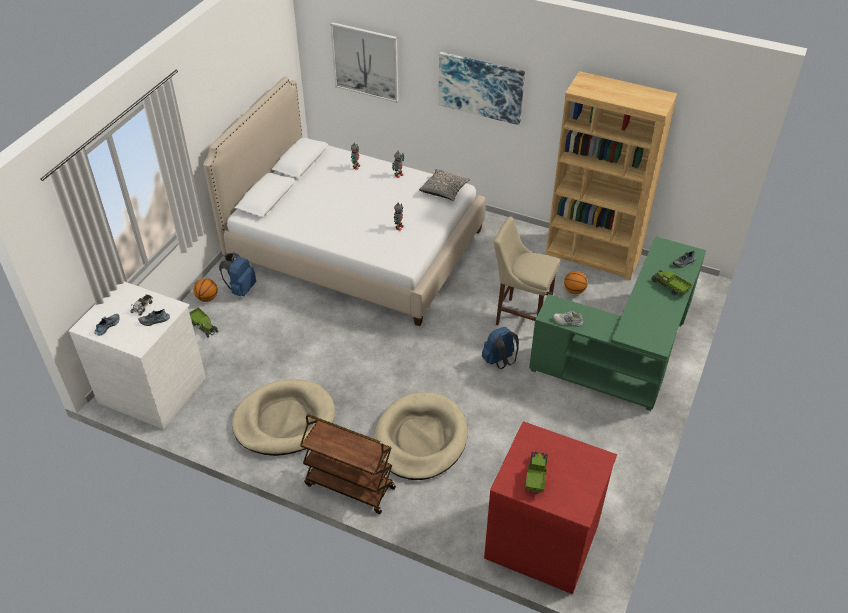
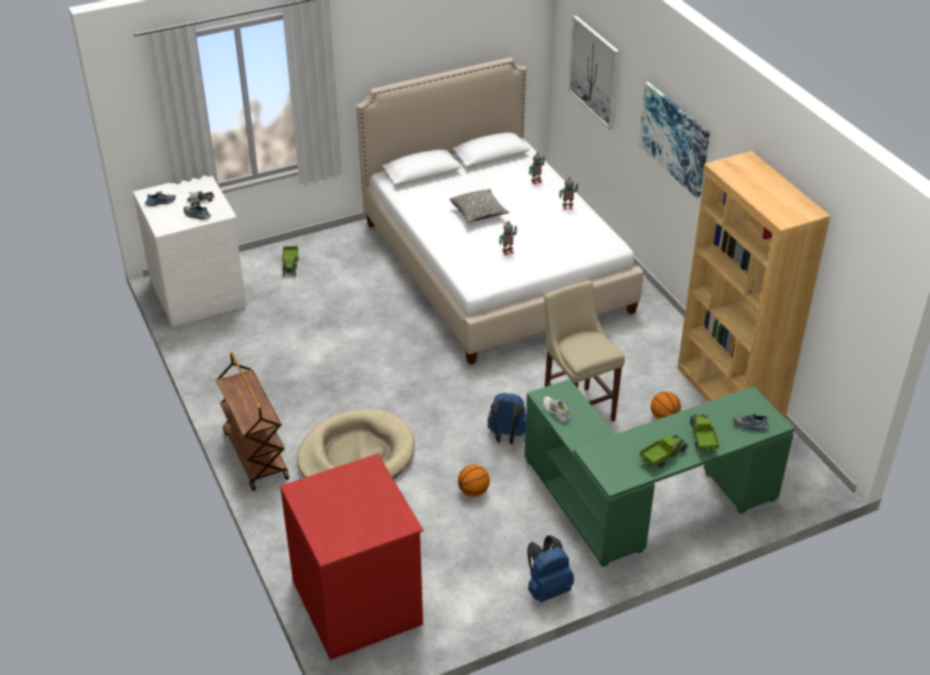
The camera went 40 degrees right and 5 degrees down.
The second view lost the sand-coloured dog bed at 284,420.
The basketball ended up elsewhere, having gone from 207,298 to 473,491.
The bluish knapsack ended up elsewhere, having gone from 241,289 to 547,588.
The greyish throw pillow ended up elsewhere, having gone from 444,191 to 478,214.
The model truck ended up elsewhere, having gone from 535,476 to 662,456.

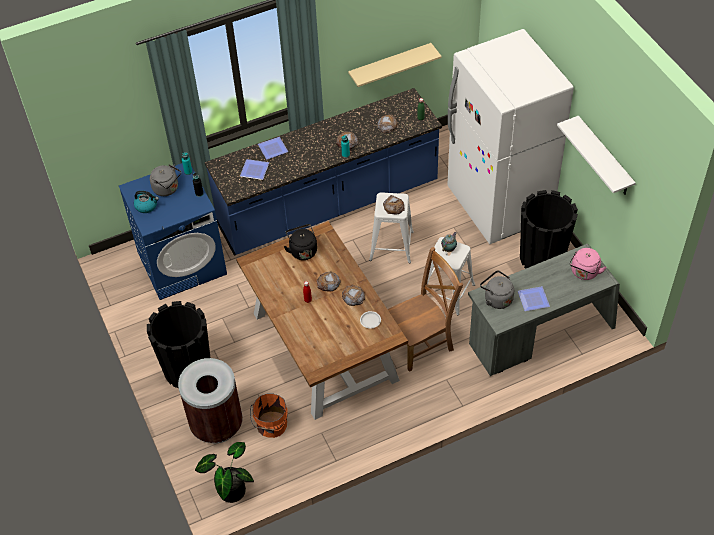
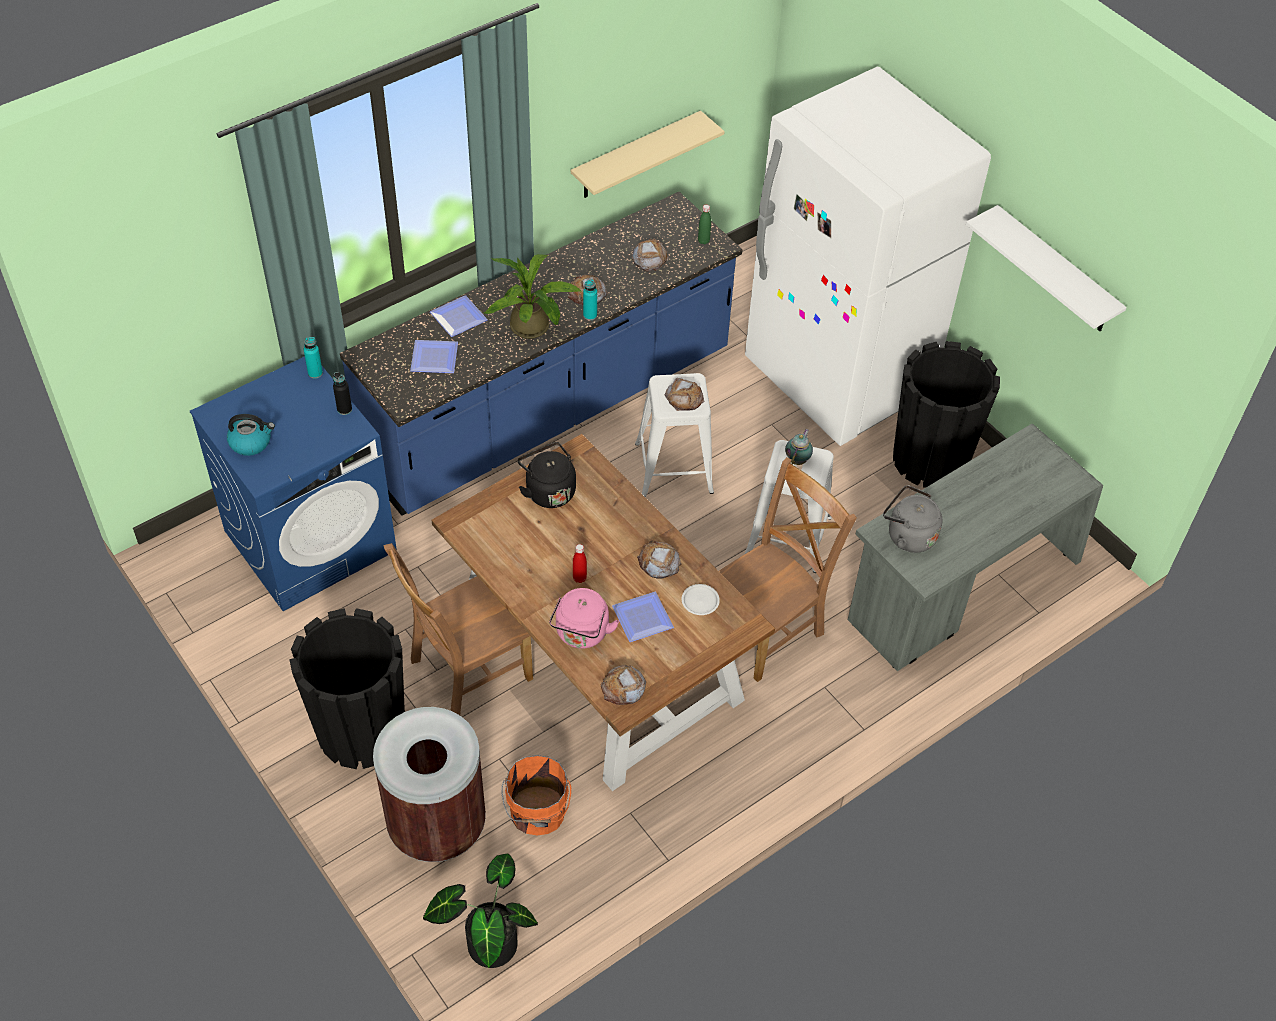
The camera went 15 degrees left and 0 degrees up.
The second view lost the greyish kettle at 167,189.
The second view gained the brownish upright chair at 466,672.
The second view gained the potted plant at 534,328.
The baked bread ended up elsewhere, having gone from 328,283 to 623,688.
The flat dish ended up elsewhere, having gone from 532,300 to 641,620.
The pink-coloured kettle ended up elsewhere, having gone from 584,273 to 581,634.

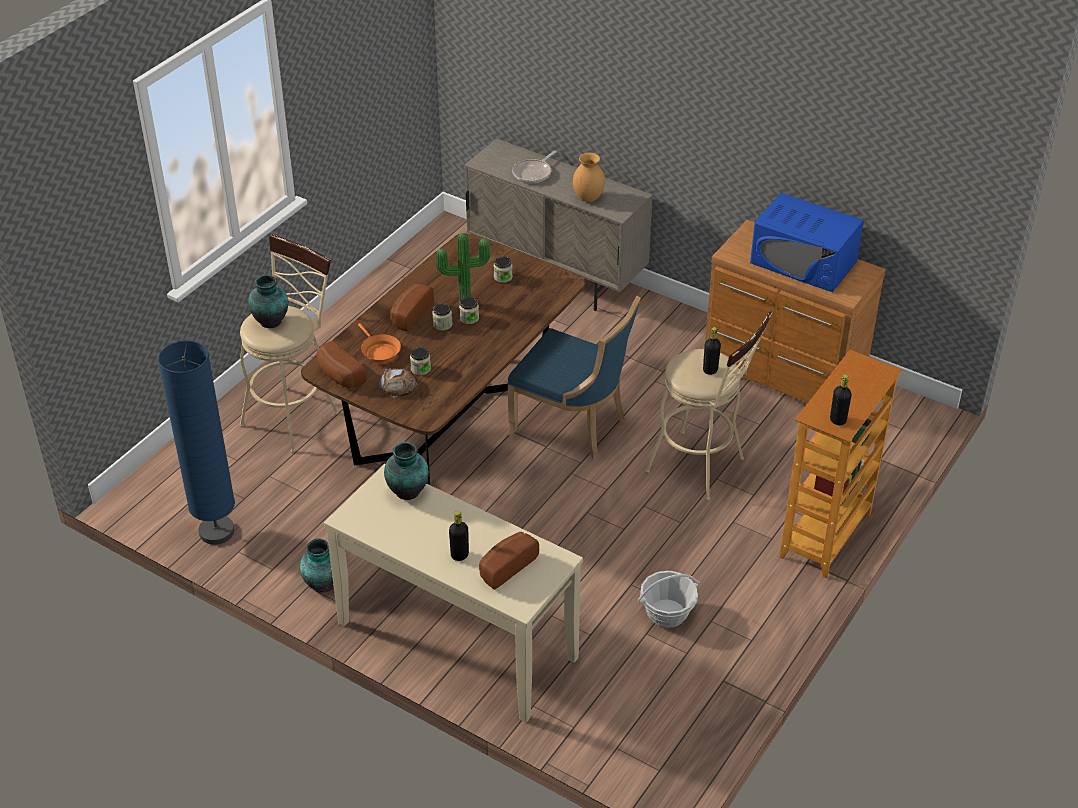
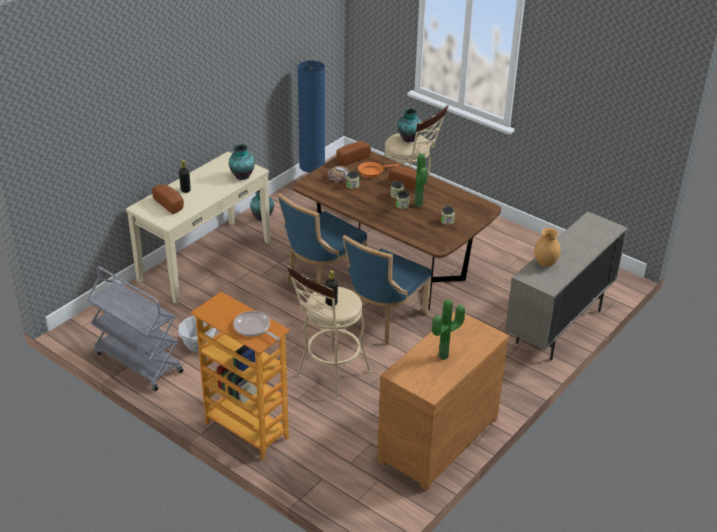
The camera went 95 degrees right and 5 degrees down.
The second view lost the blackish bottle at 838,420.
The second view gained the greyish cart at 137,362.
The second view gained the bluish upright chair at 321,279.
The pan ended up elsewhere, having gone from 533,173 to 253,328.
Where the bluish kitchen microwave stood at 803,262, the potted plant came to stand at 445,357.

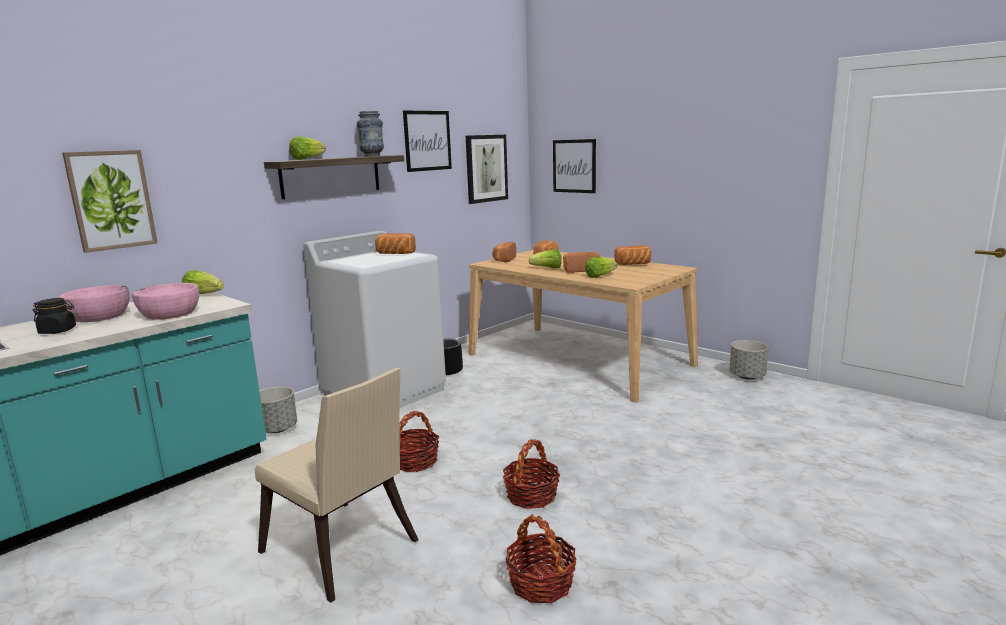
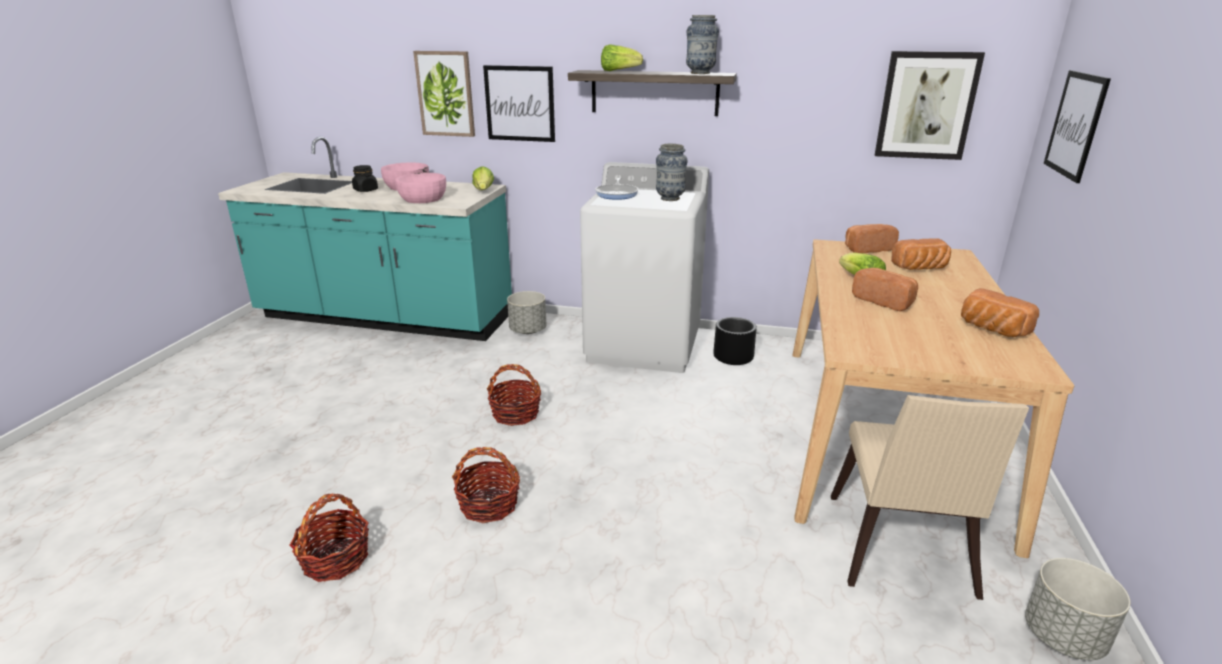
The camera went 60 degrees right and 10 degrees up.
The second view lost the lettuce at 599,276.
The second view gained the pan at 617,194.
The sand-coloured upright chair ended up elsewhere, having gone from 343,552 to 898,552.
The wall picture ended up elsewhere, having gone from 427,141 to 520,103.
Where the baked bread stood at 394,254, the flower vase came to stand at 670,199.

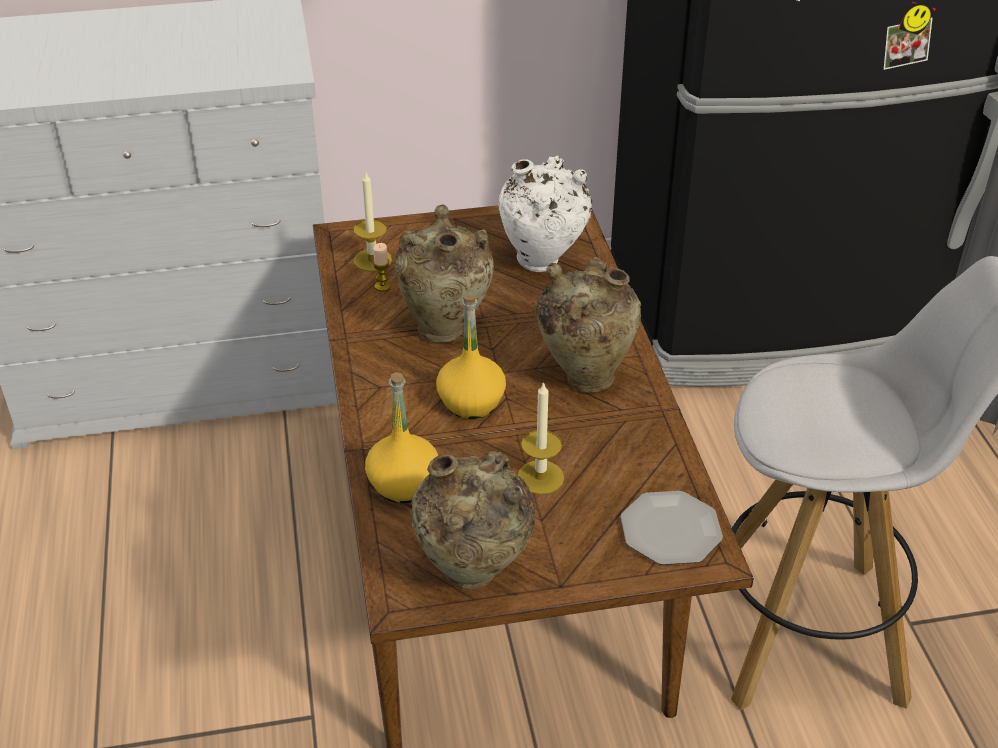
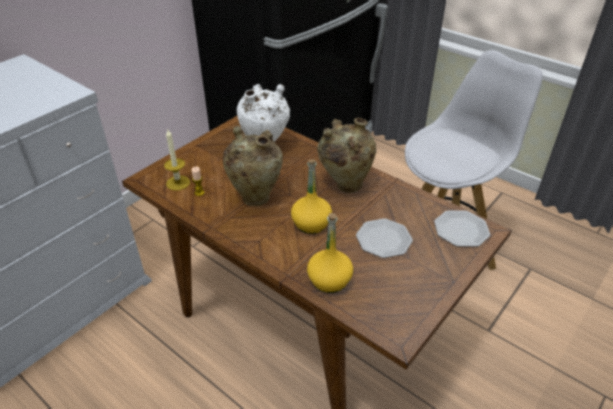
The camera went 40 degrees left and 0 degrees up.
The second view lost the sand-coloured flower vase at 474,577.
Where the candle stood at 540,477, the flat dish came to stand at 384,239.

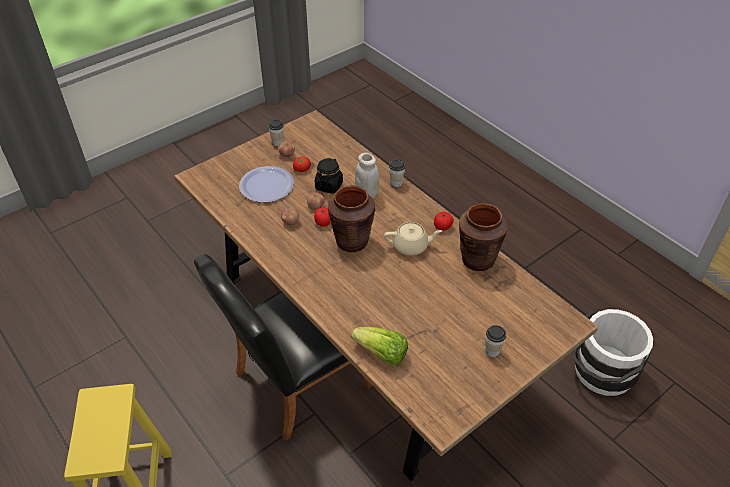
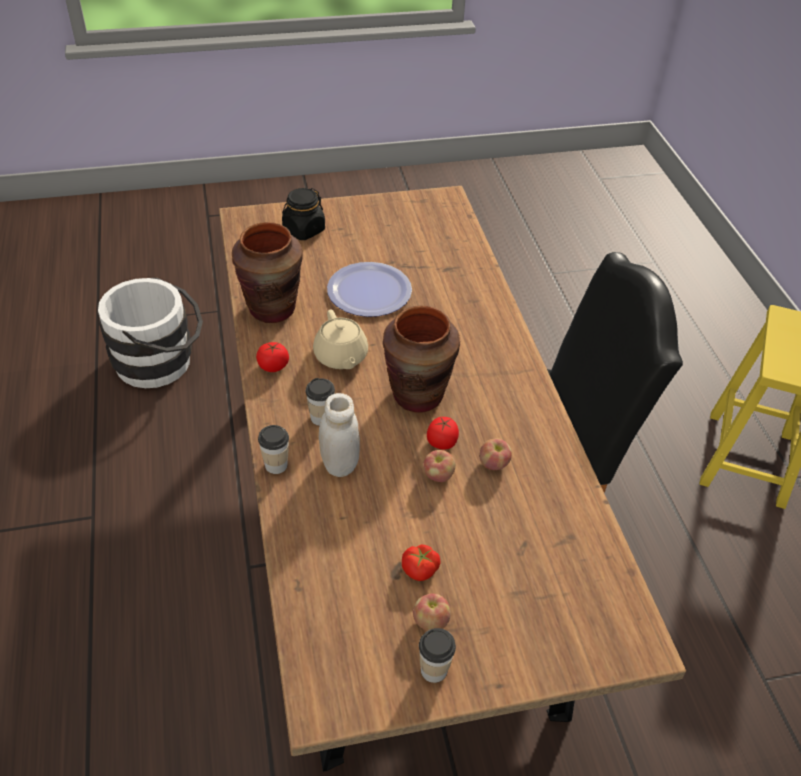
The camera went 155 degrees left and 0 degrees up.
The second view lost the lettuce at 381,354.
The flat dish ended up elsewhere, having gone from 266,185 to 369,291.
The blackish jar ended up elsewhere, having gone from 329,186 to 303,230.
The small cup ended up elsewhere, having gone from 492,350 to 321,417.
The sand-coloured pot for tea at 411,246 ended up facing another way, 135 degrees counterclockwise from before.

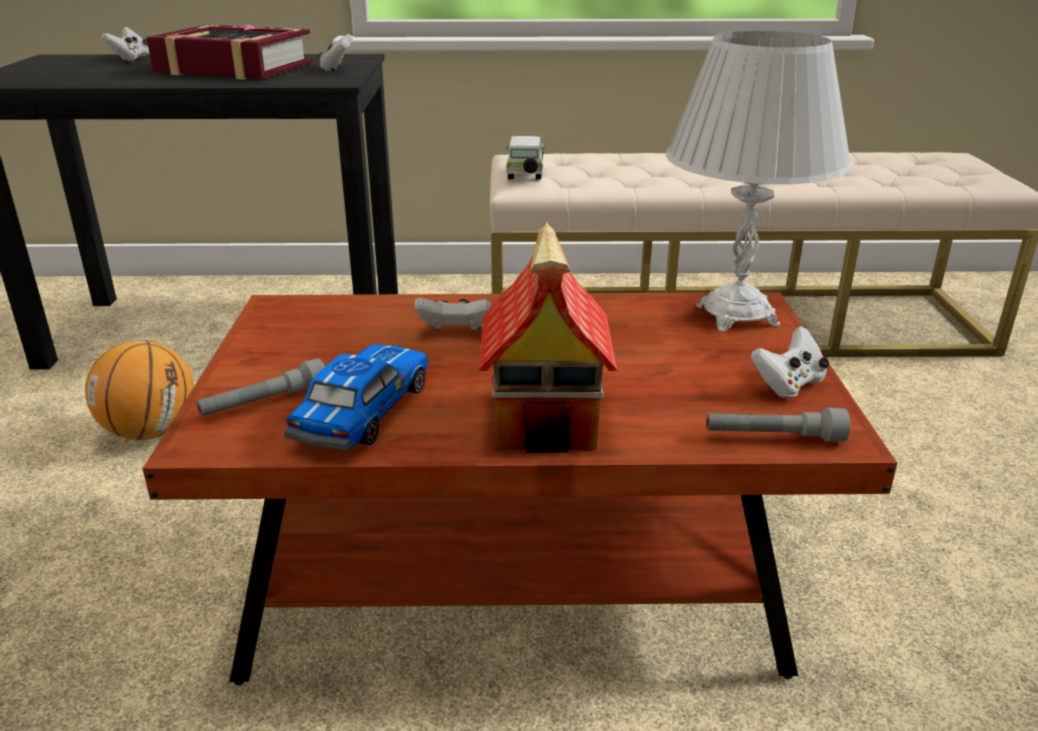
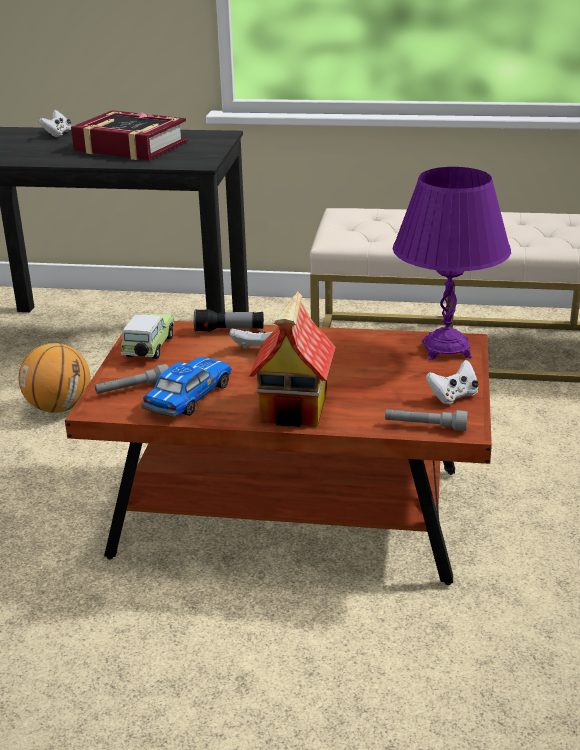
The camera went 10 degrees right and 0 degrees up.
The second view lost the whitish game controller at 337,68.
The second view gained the torch at 229,330.
The toy car ended up elsewhere, having gone from 525,173 to 148,349.
What was the whitish tabletop lamp at 736,315 turned into the purplish tabletop lamp at 446,349.

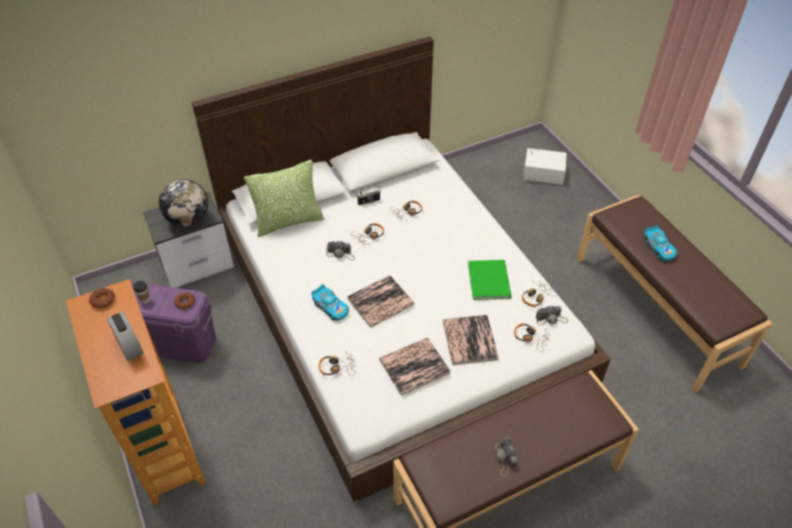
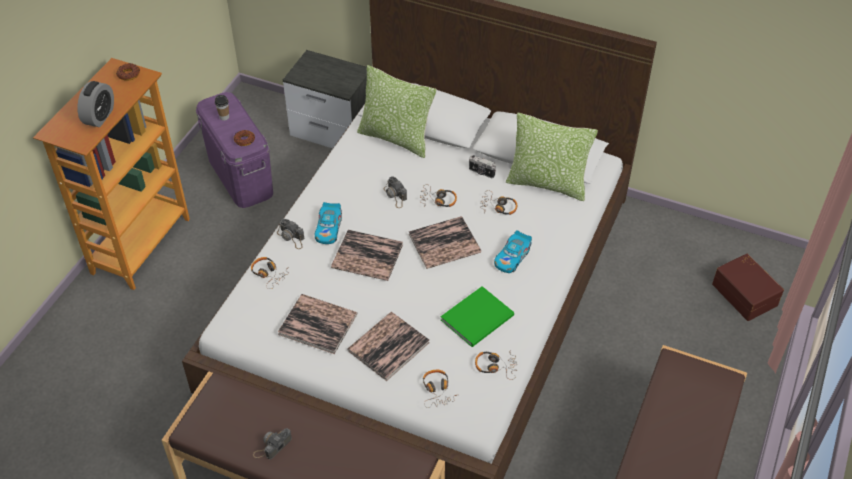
The camera went 50 degrees right and 0 degrees up.
The second view lost the globe at 188,219.
The second view gained the volume at 444,243.
The second view gained the throw pillow at 547,184.
The photo camera ended up elsewhere, having gone from 551,319 to 291,237.
The toy car ended up elsewhere, having gone from 659,248 to 512,257.
What was the whitish storage container at 543,172 turned into the brownish storage container at 745,294.

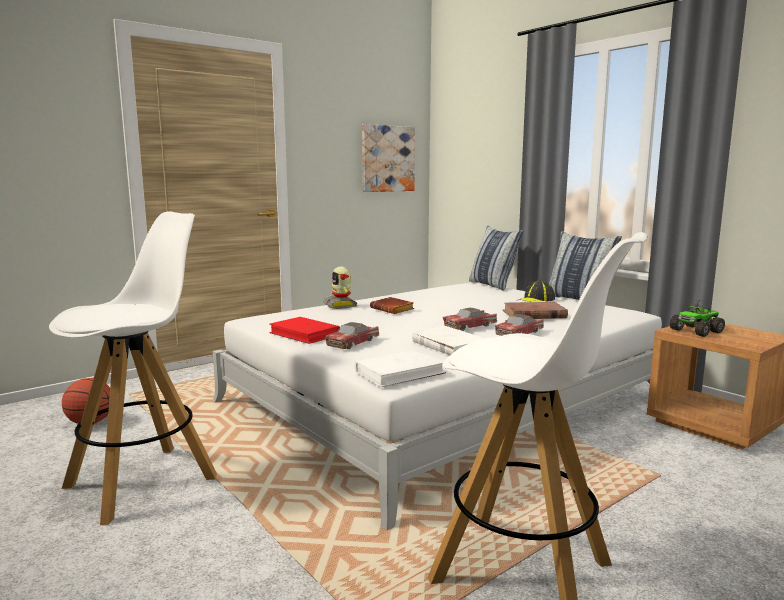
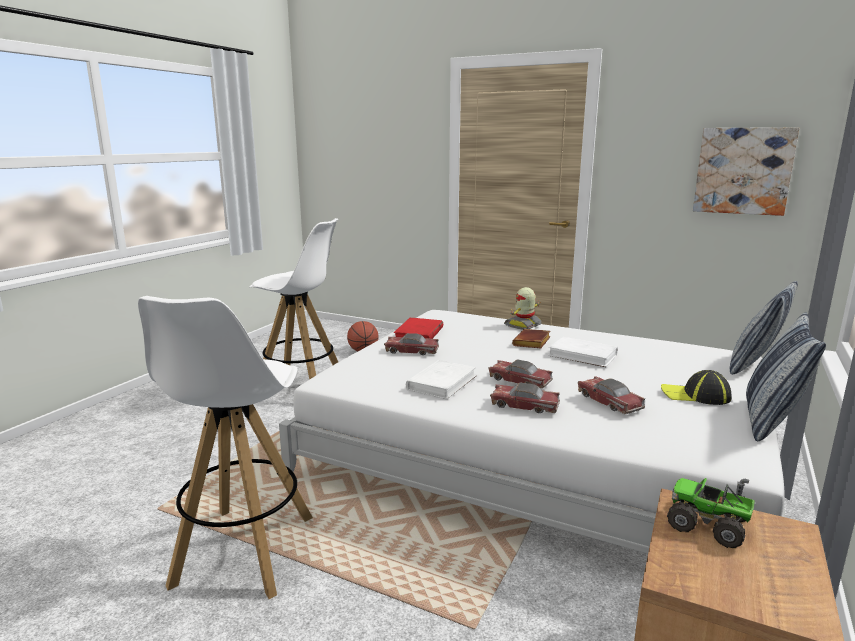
The camera went 65 degrees right and 5 degrees up.
The whitish volume ended up elsewhere, having gone from 400,373 to 583,355.
Where the brownish volume stood at 534,314, the toy car came to stand at 609,402.

